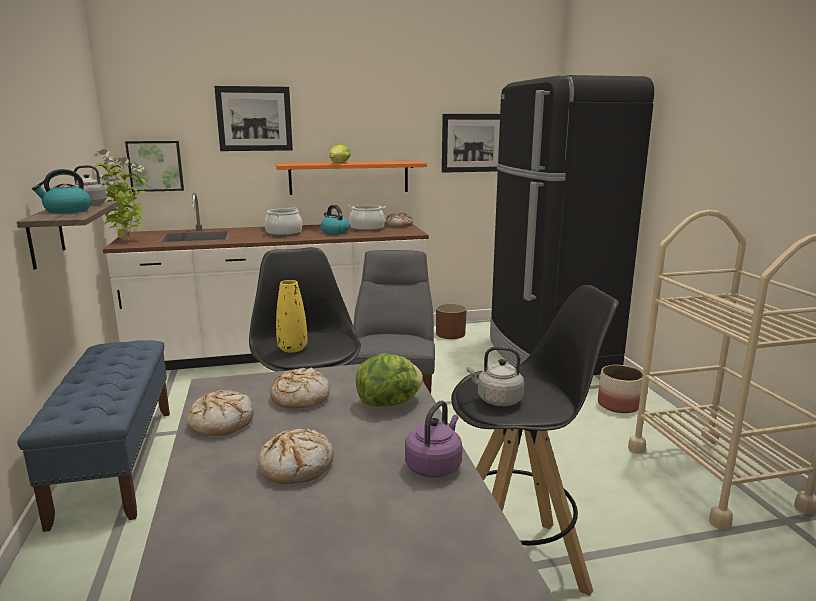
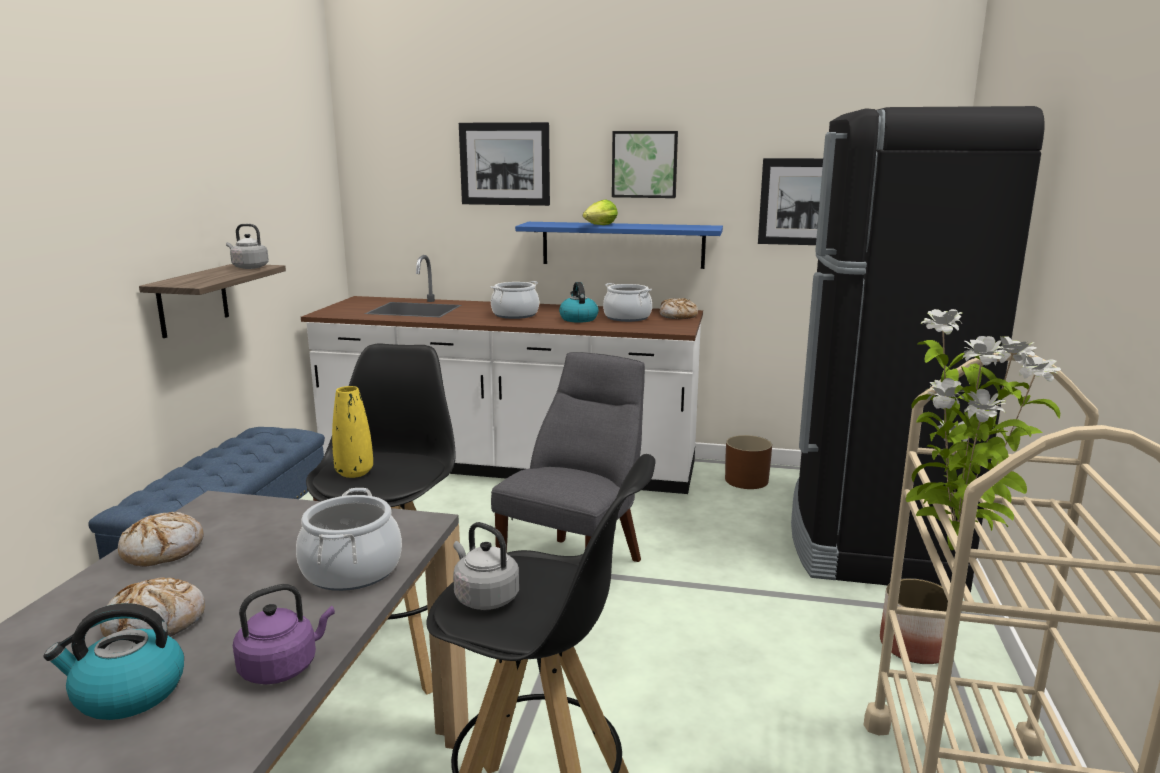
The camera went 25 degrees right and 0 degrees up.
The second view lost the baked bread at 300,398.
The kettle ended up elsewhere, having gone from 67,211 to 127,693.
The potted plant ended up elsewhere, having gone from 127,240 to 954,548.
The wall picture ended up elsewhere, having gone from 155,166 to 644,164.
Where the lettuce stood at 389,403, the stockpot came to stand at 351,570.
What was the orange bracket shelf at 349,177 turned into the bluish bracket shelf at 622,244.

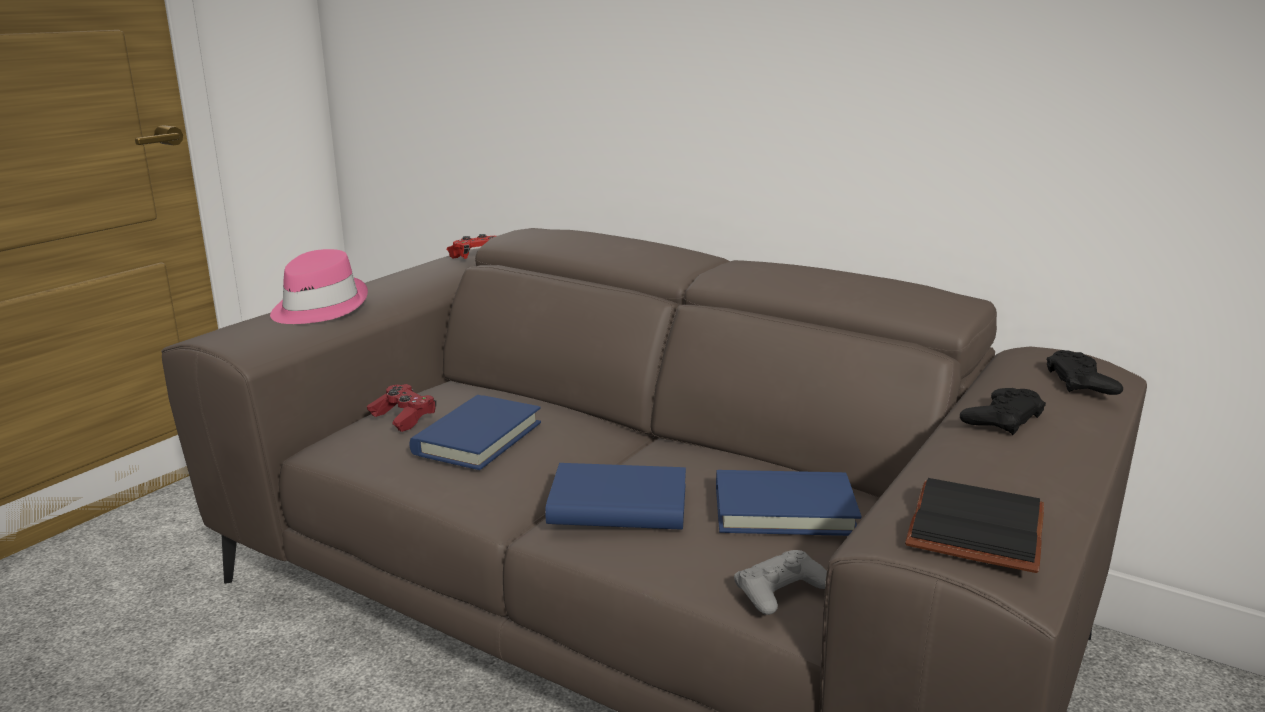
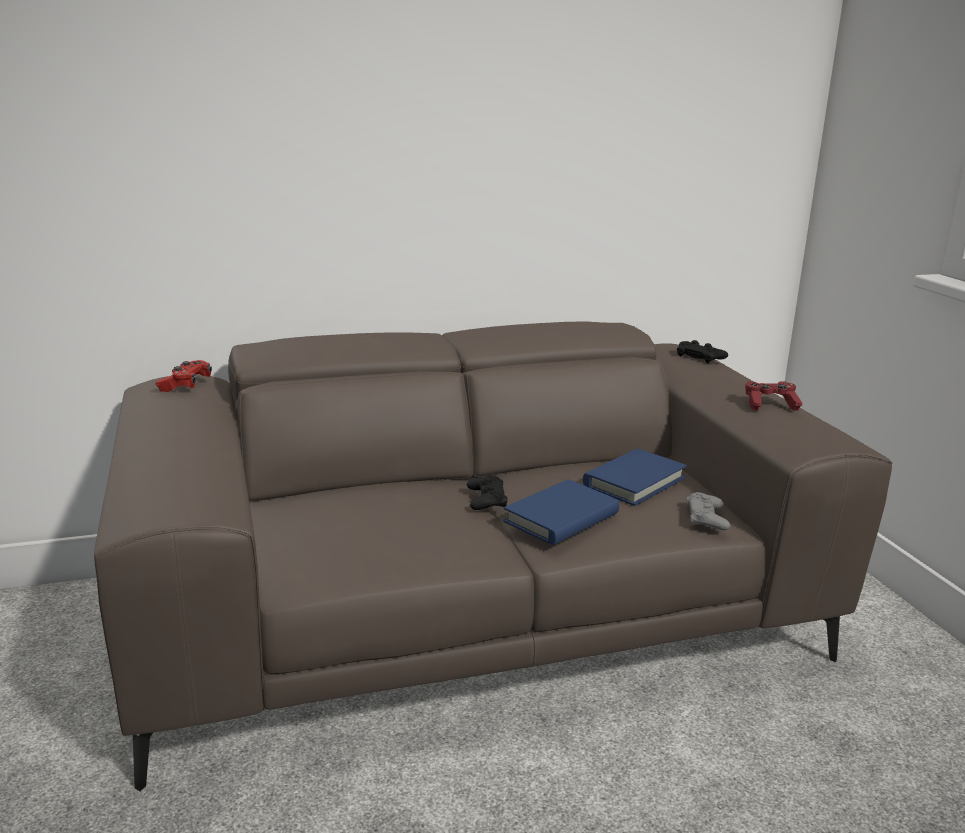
The camera went 50 degrees left and 0 degrees up.
The second view lost the pink-coloured hat at 317,307.
The second view lost the bluish volume at 477,438.
The second view lost the blackish volume at 980,530.
The red game controller ended up elsewhere, having gone from 403,418 to 770,405.
The blackish game controller ended up elsewhere, having gone from 1002,418 to 486,499.

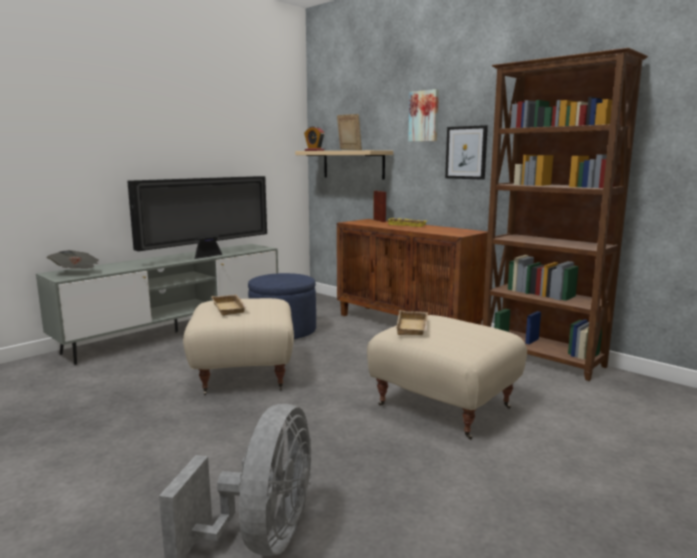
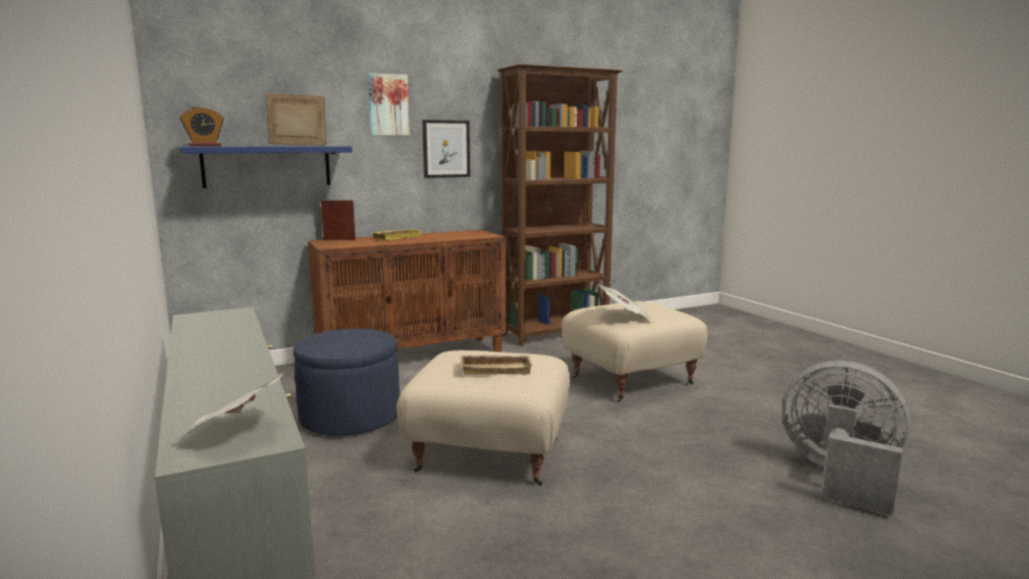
The camera went 70 degrees left and 0 degrees up.
The second view lost the television at 208,256.
Where the sand-coloured tray stood at 413,327, the daily paper came to stand at 625,316.
What was the sand-coloured bracket shelf at 353,164 turned into the bluish bracket shelf at 267,166.

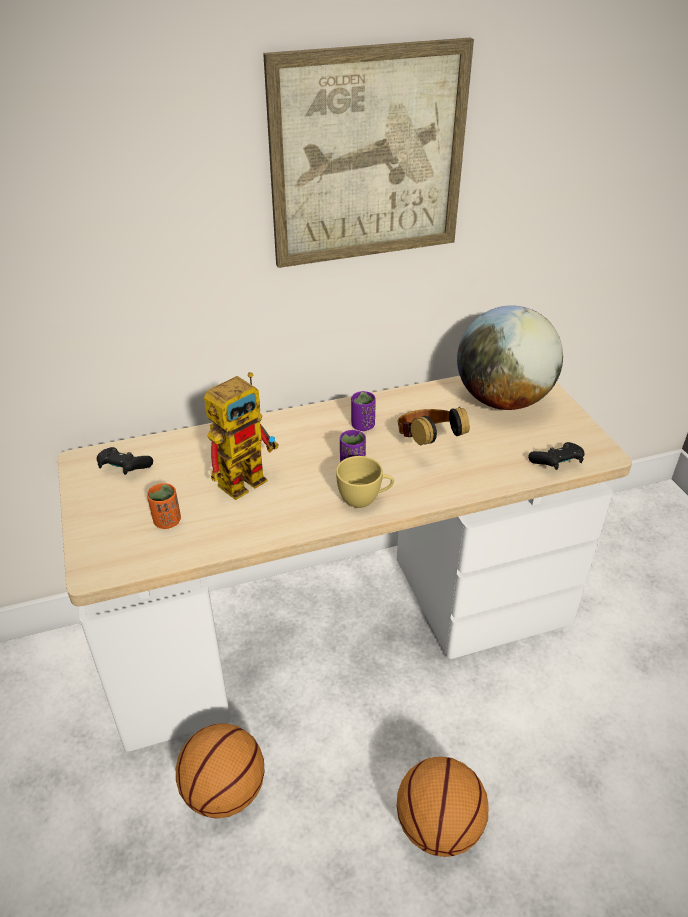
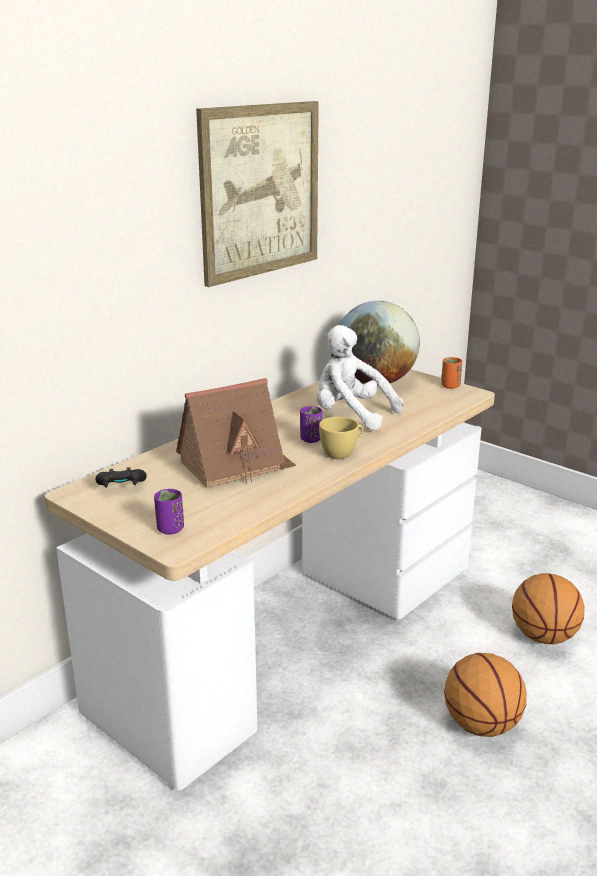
The camera went 30 degrees left and 15 degrees down.
The second view lost the blackish game controller at 556,464.
The orange small cup ended up elsewhere, having gone from 167,521 to 450,386.
The basketball ended up elsewhere, having gone from 225,792 to 544,637.
The purplish small cup ended up elsewhere, having gone from 362,425 to 170,529.
Where the robot figure stood at 247,476, the toy house came to stand at 235,464.
Where the headset stood at 427,444, the whitish soft toy came to stand at 351,415.

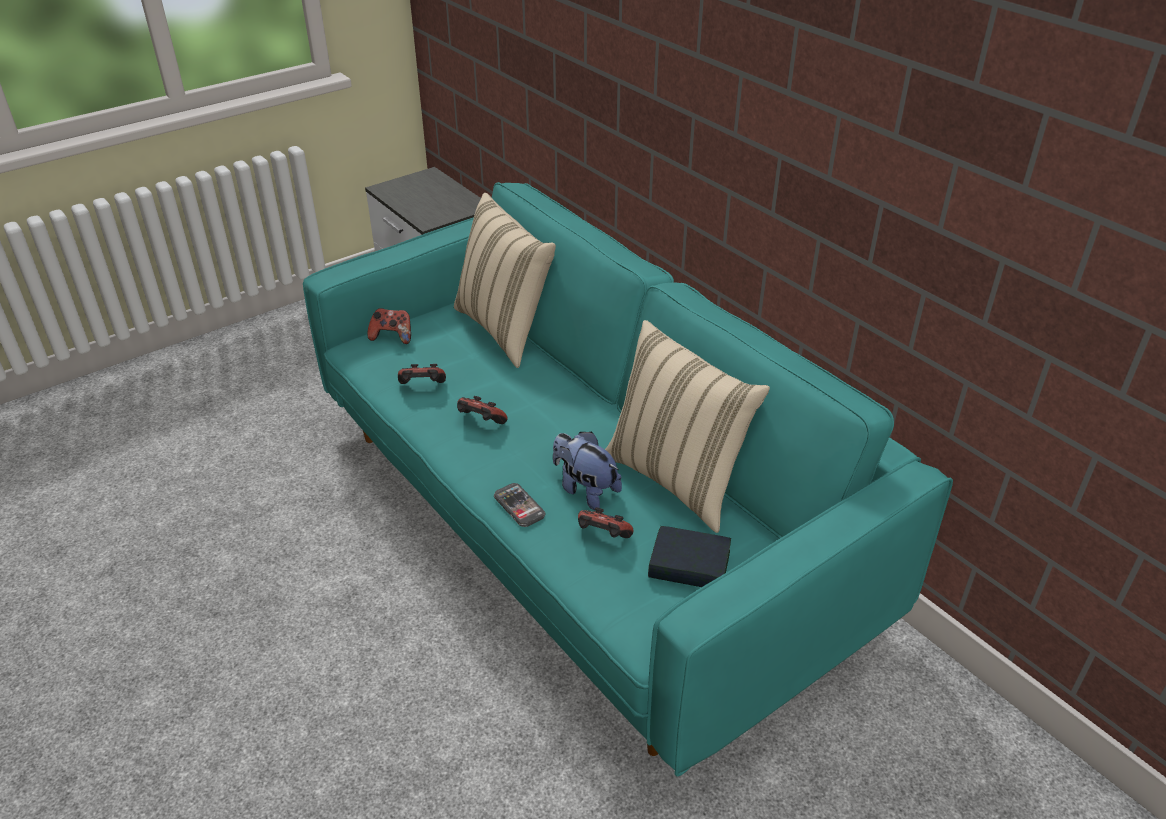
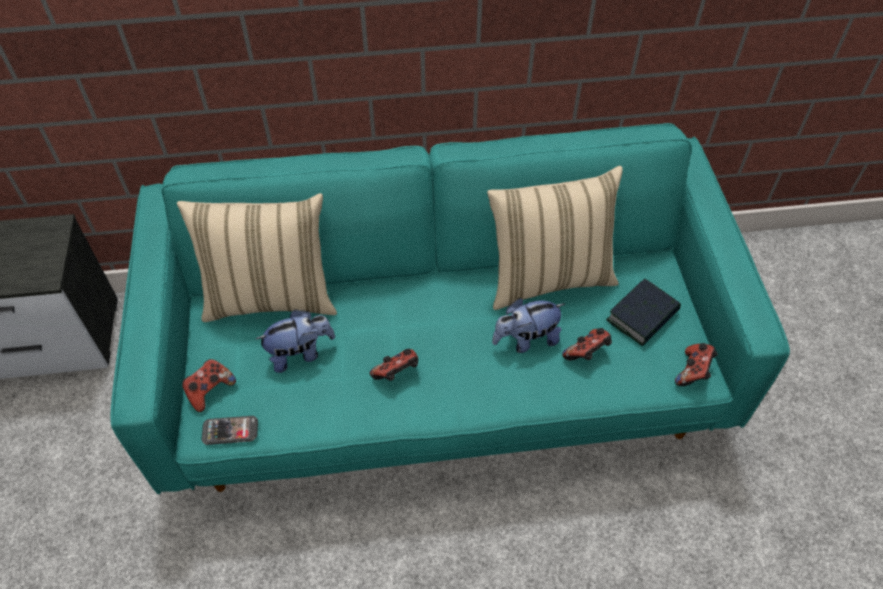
The camera went 60 degrees left and 15 degrees up.
The second view gained the soft toy at 300,353.
The game controller ended up elsewhere, having gone from 422,388 to 693,372.
The handset ended up elsewhere, having gone from 519,506 to 230,431.

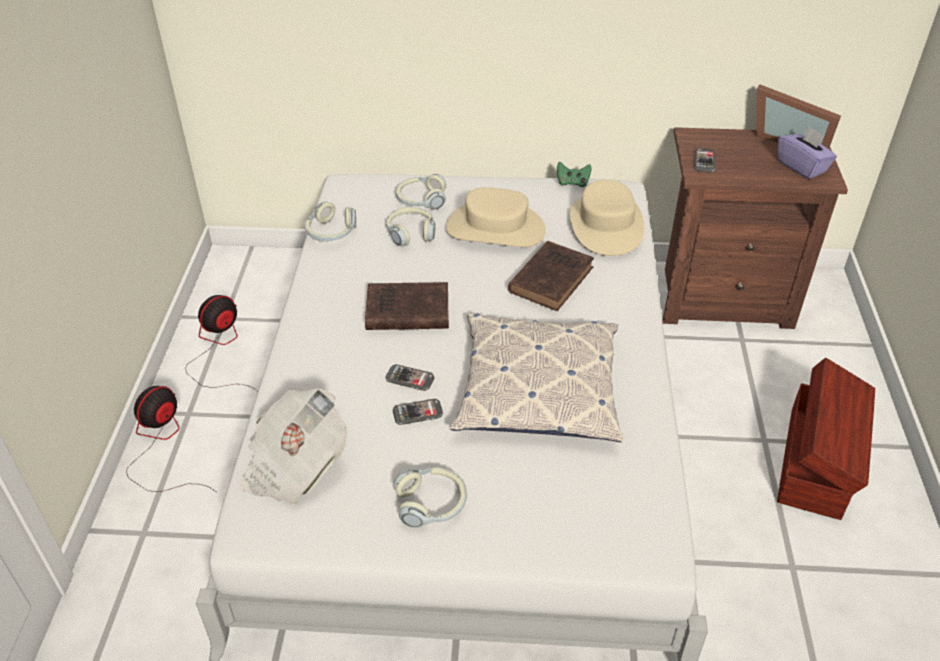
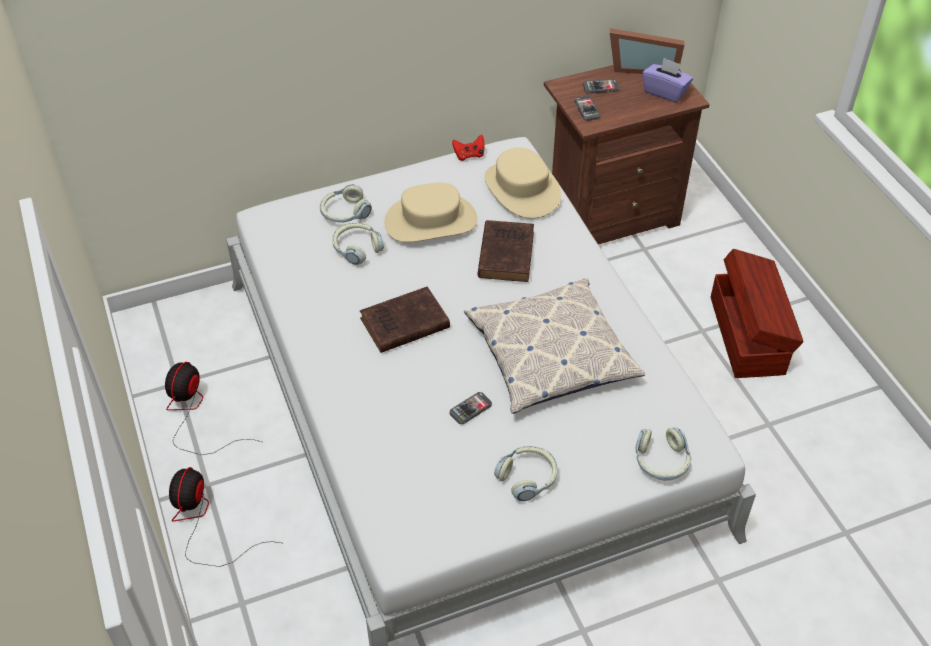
The camera went 25 degrees left and 5 degrees up.
The second view lost the daily paper at 294,465.
The headset ended up elsewhere, having gone from 331,232 to 661,461.
The handset ended up elsewhere, having gone from 410,379 to 600,87.
What was the green-coloured game controller at 572,183 turned into the red game controller at 469,155.

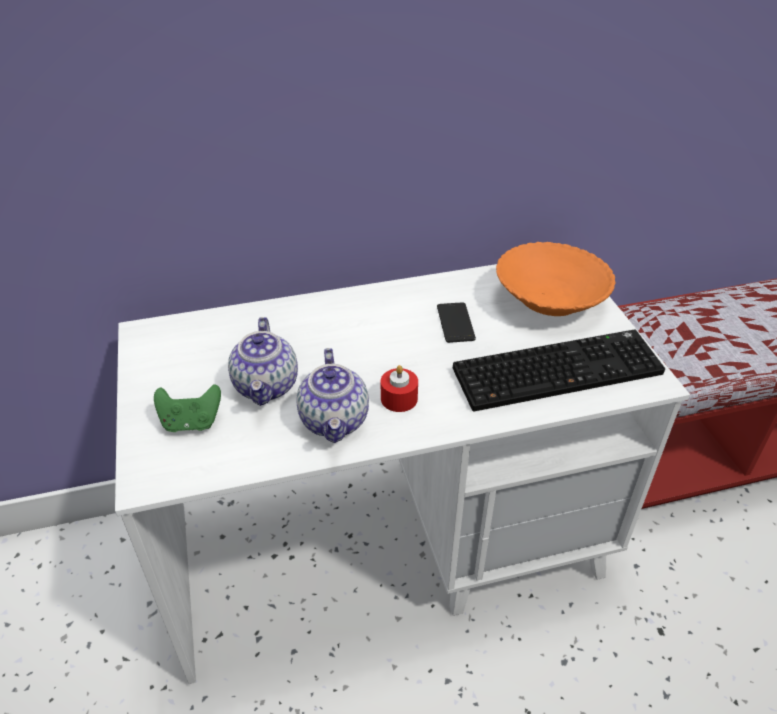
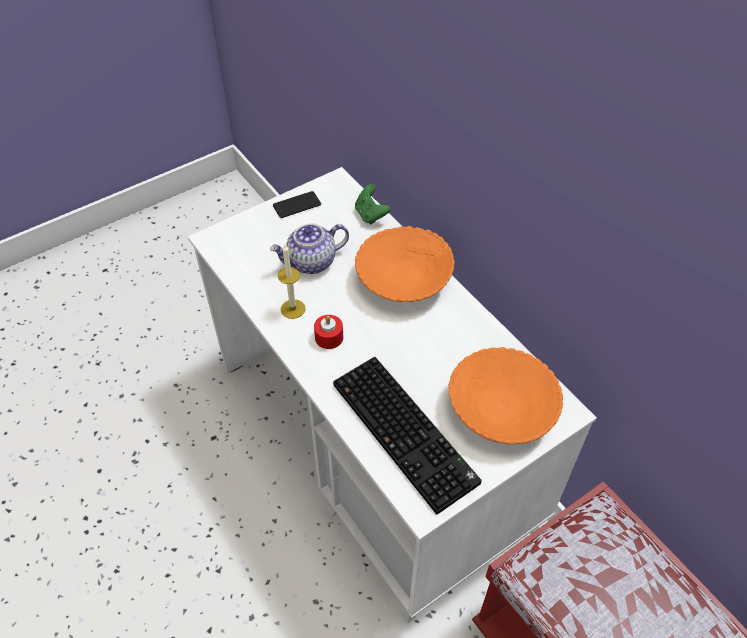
The camera went 70 degrees right and 10 degrees up.
The second view gained the orange serving bowl at 403,281.
The green-coloured game controller ended up elsewhere, having gone from 191,422 to 371,215.
The handset ended up elsewhere, having gone from 455,323 to 297,205.
Where the pot for tea stood at 335,421, the candle came to stand at 293,309.

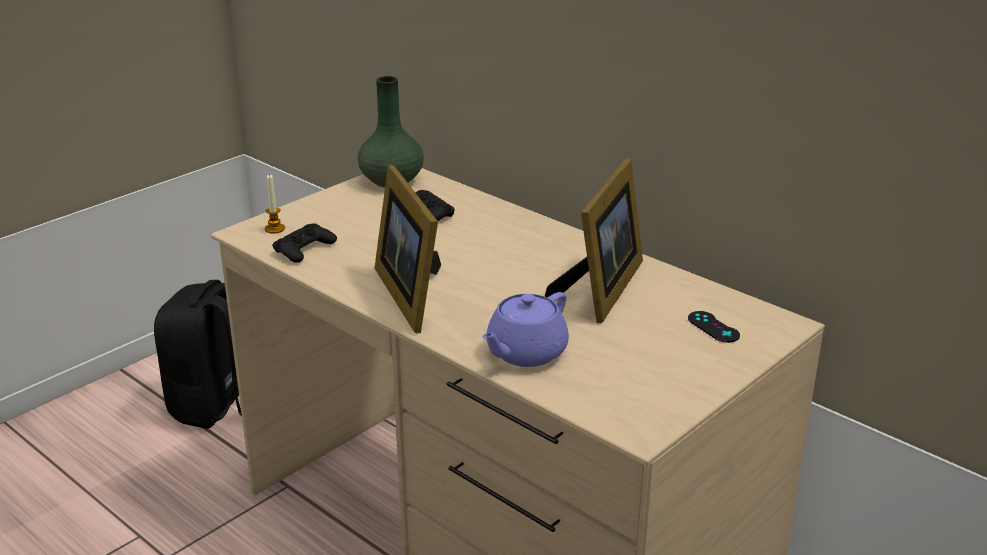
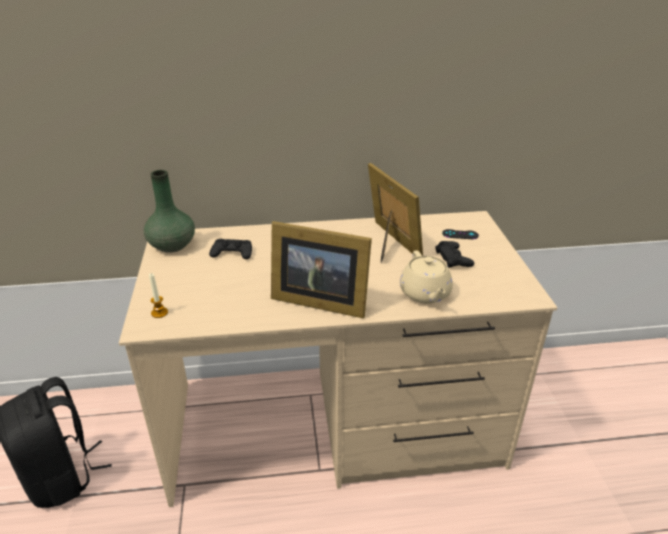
The camera went 50 degrees left and 5 degrees up.
The blackish game controller ended up elsewhere, having gone from 304,249 to 453,258.
What was the purplish pot for tea at 525,353 turned into the sand-coloured pot for tea at 425,294.

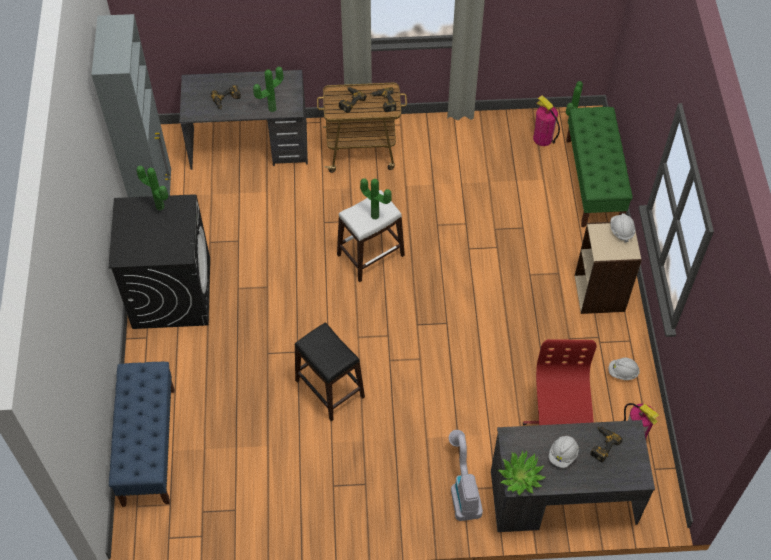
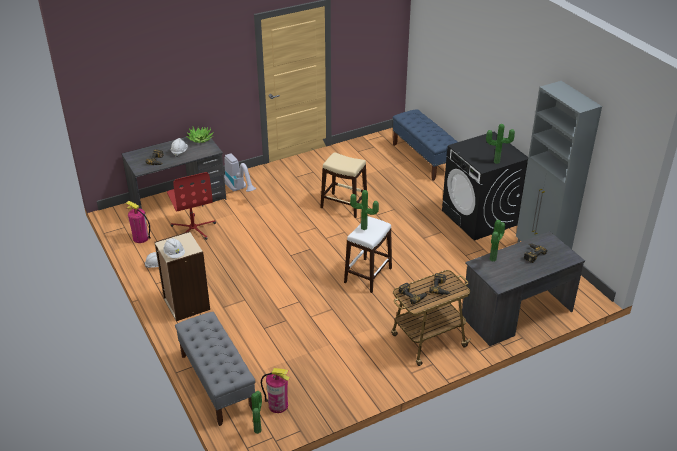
The camera went 155 degrees right and 20 degrees down.
What was the blackish sitting stool at 330,388 turned into the sand-coloured sitting stool at 344,205.
What was the green-coloured bench at 593,182 turned into the greyish bench at 217,382.

